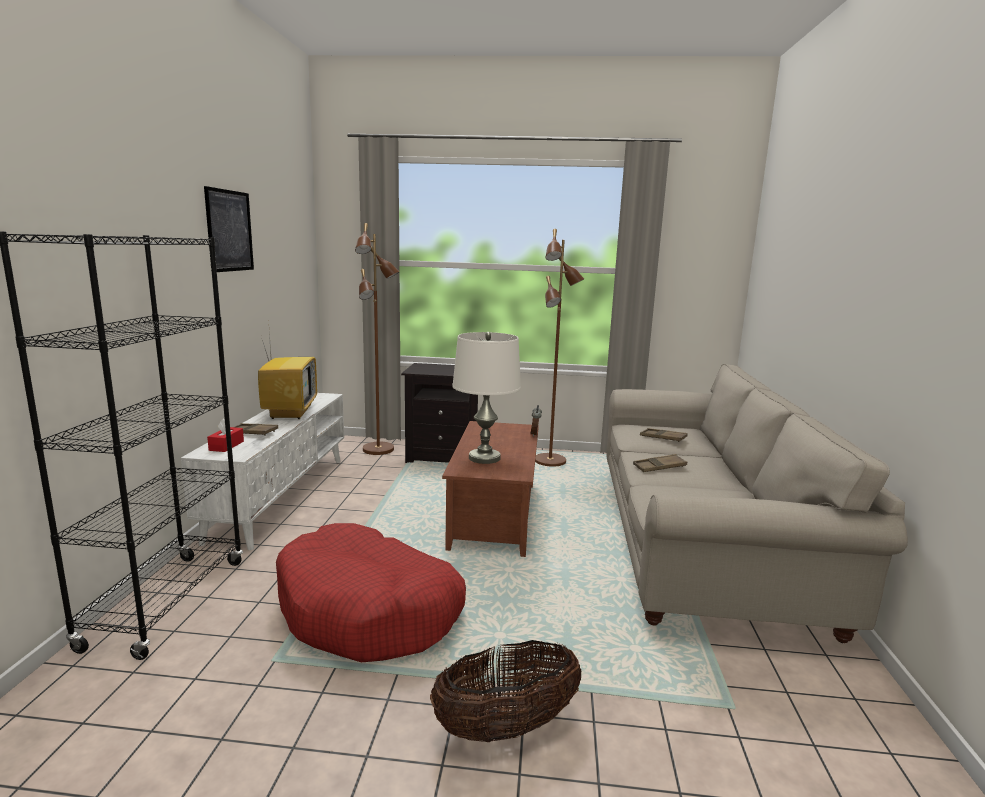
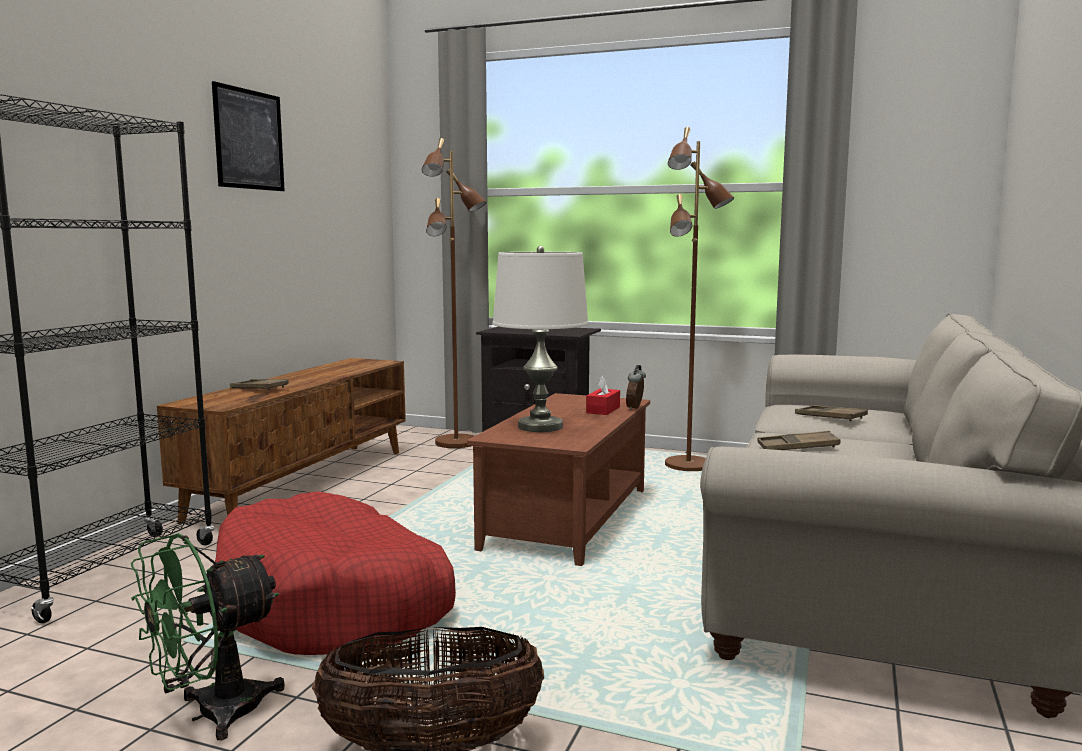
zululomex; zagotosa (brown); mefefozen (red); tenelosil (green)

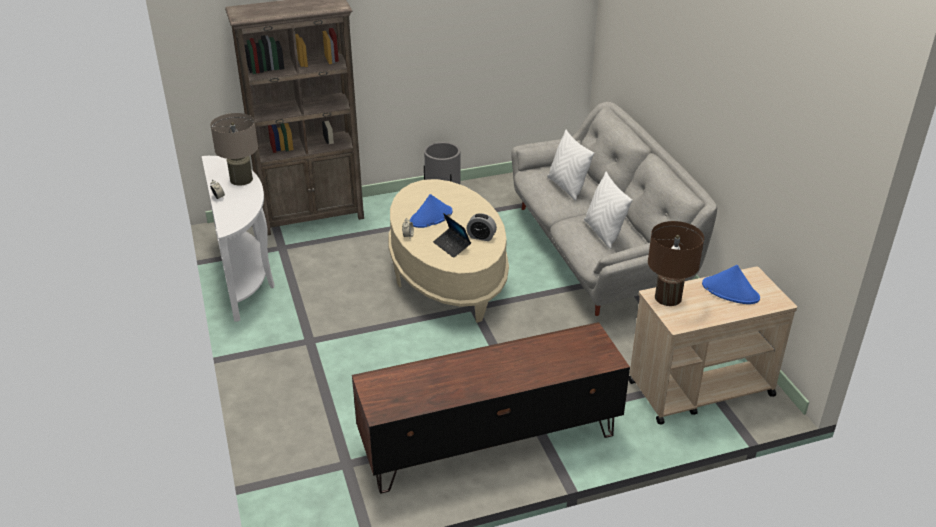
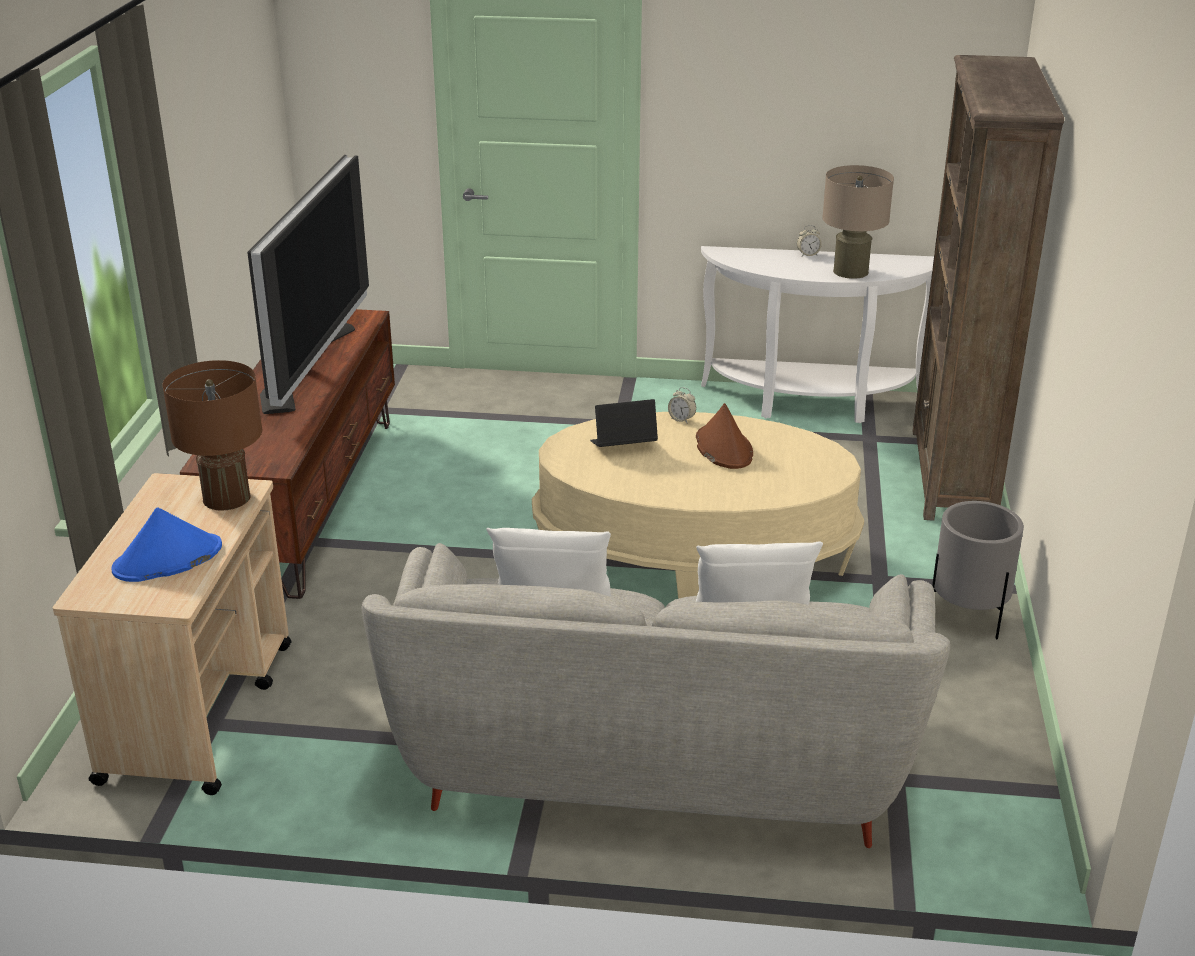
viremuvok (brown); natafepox (3rd from left in the first image); zululomex

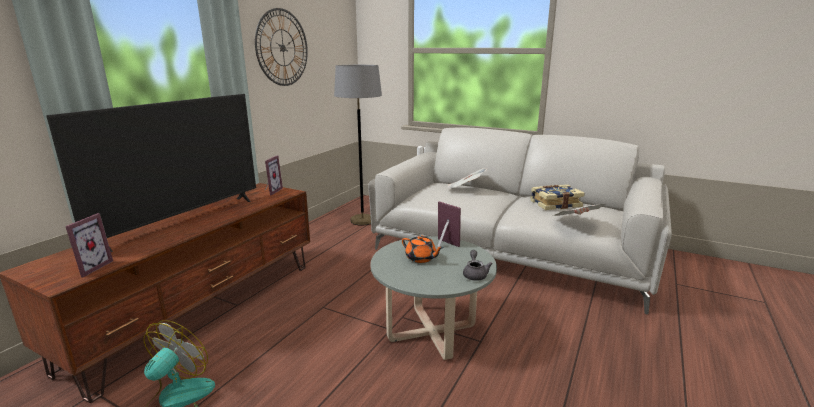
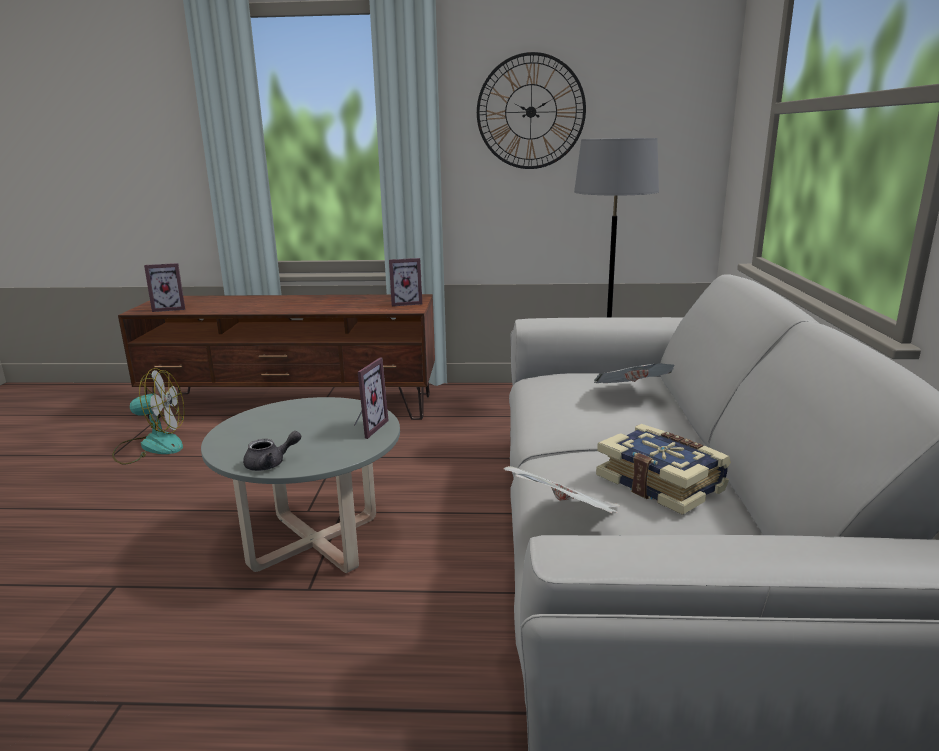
zululomex; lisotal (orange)

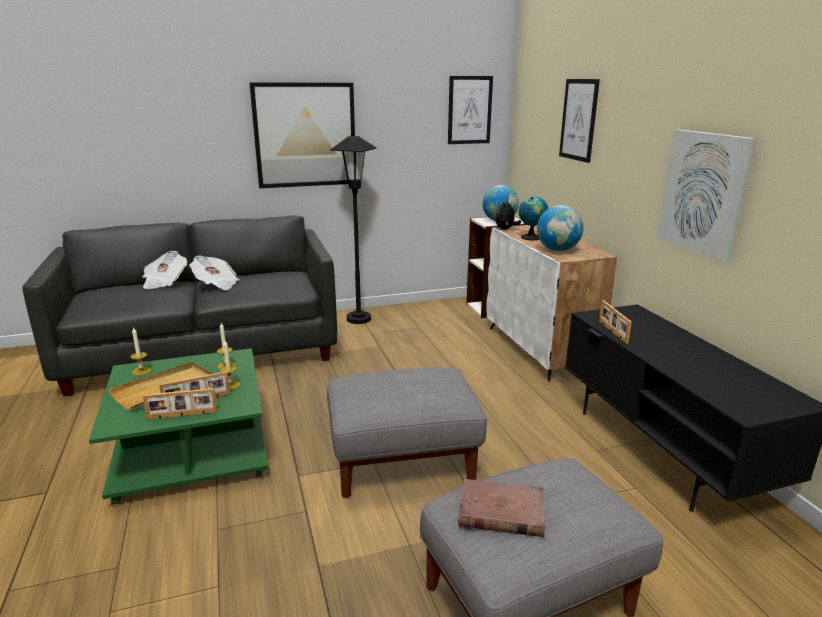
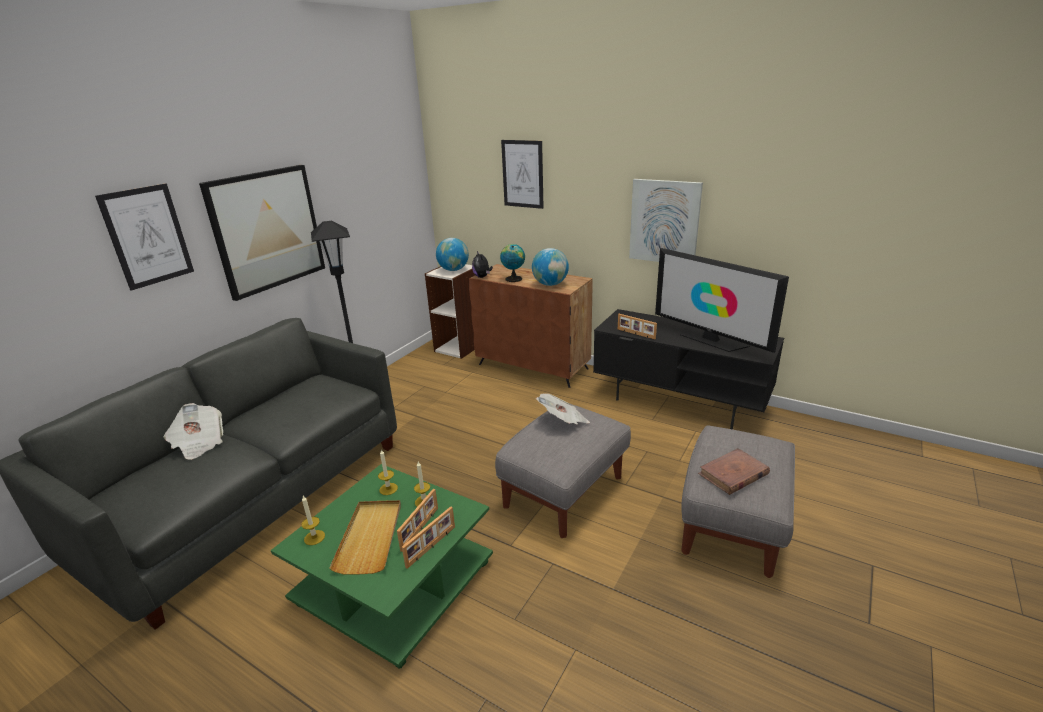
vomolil (1st from left); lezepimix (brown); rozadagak (2nd from left); zululomex

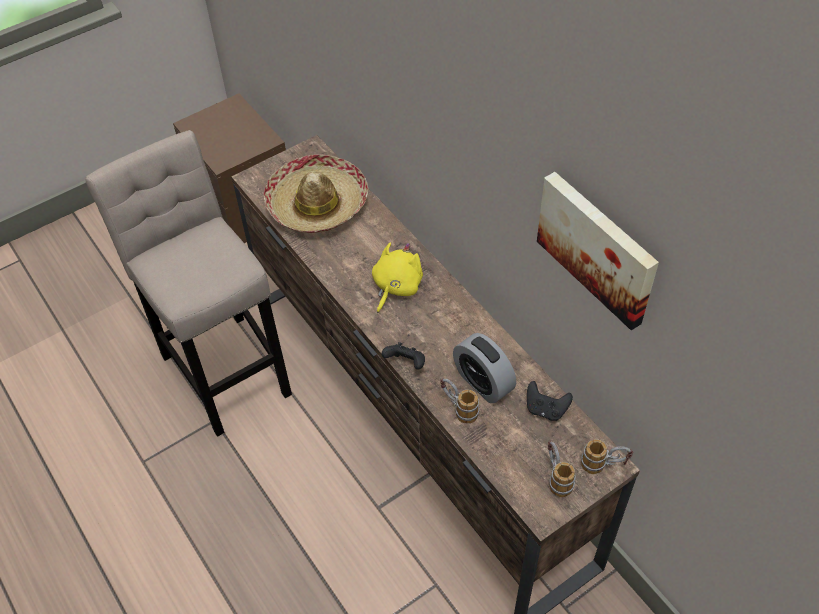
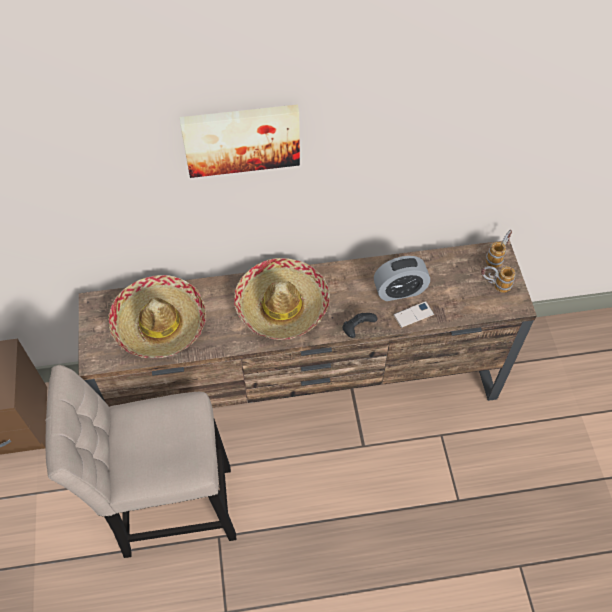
vomolil; viremuvok (2nd from left); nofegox; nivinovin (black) (2nd from left in the first image)

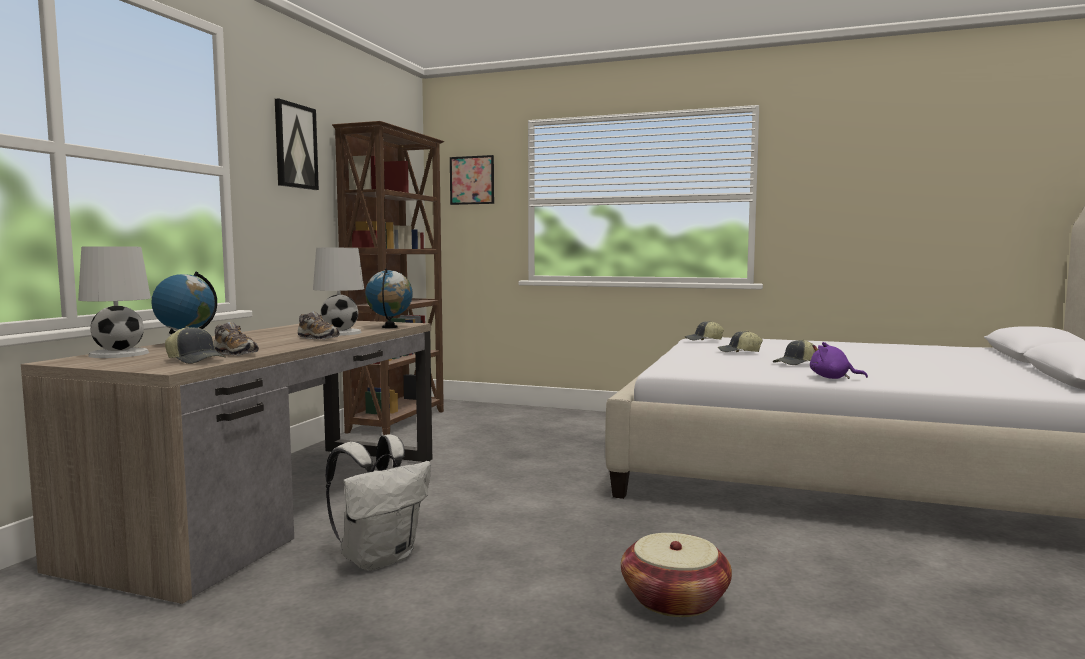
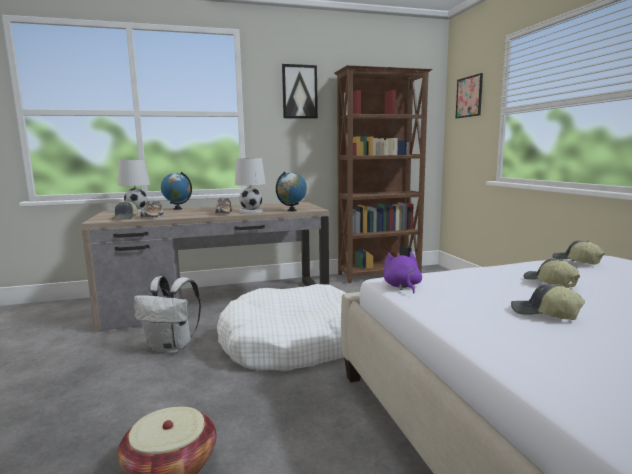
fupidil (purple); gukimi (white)

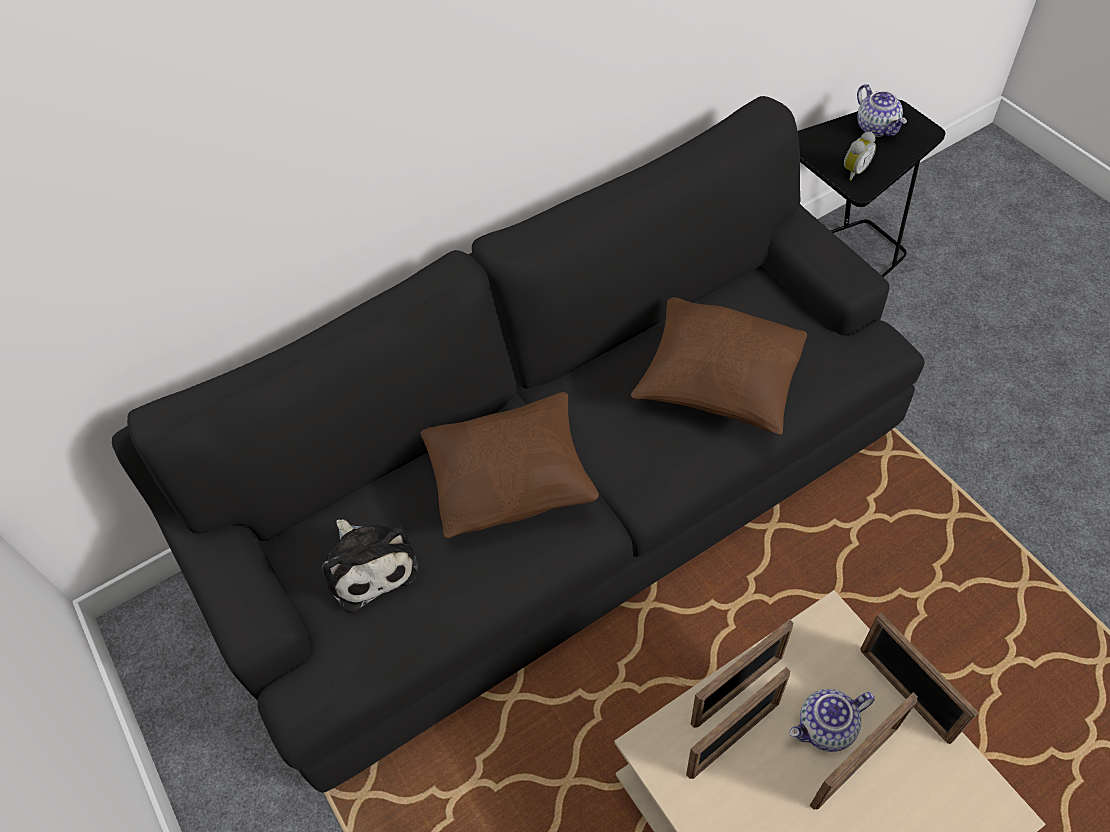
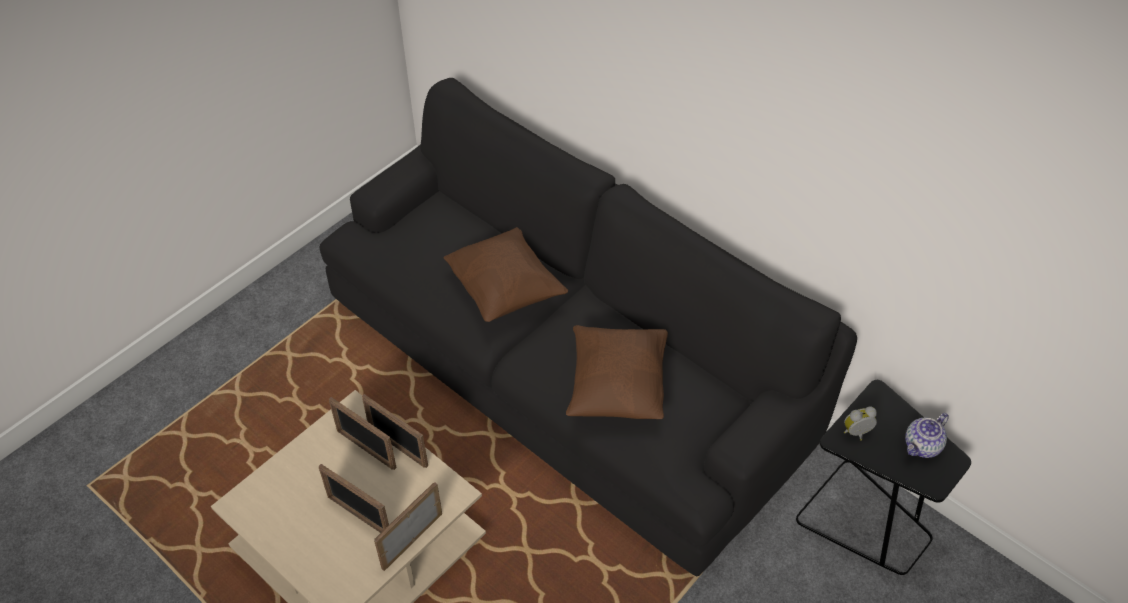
natafepox; fupidil; lisotal (1st from left in the first image)

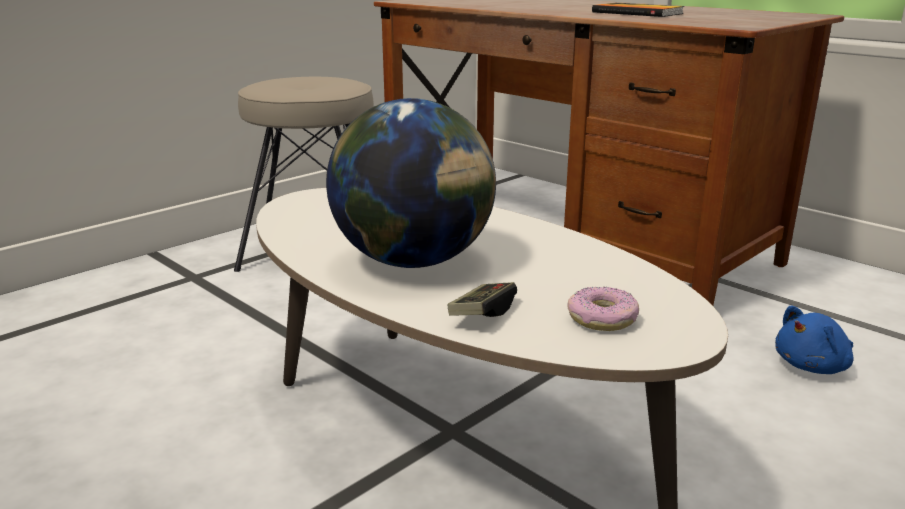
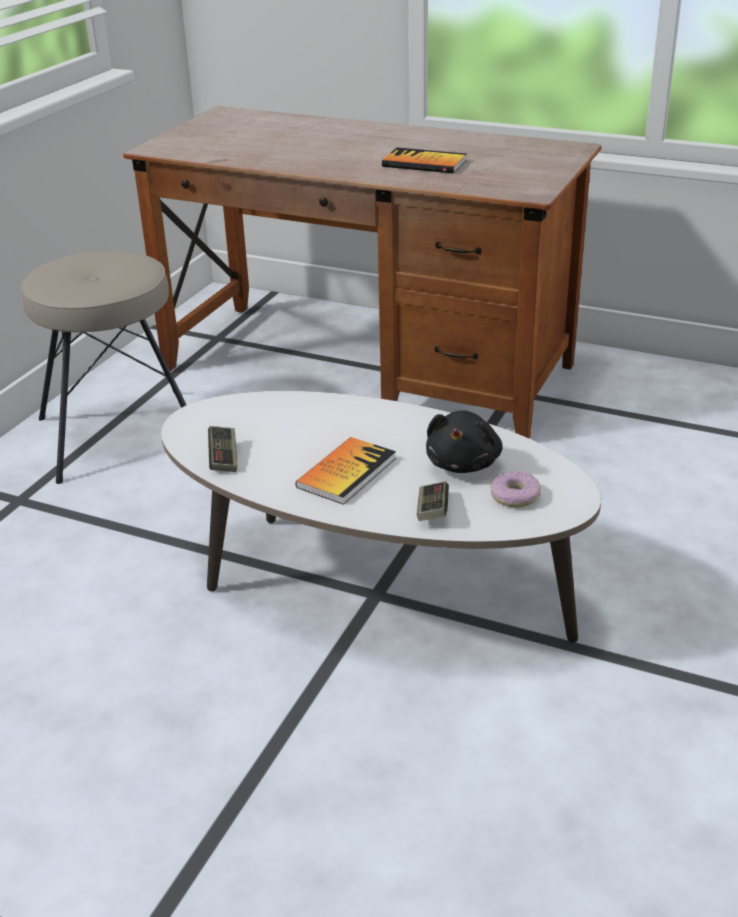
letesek (1st from left); fupidil (blue); fupidil (black); nivinovin (1st from left)

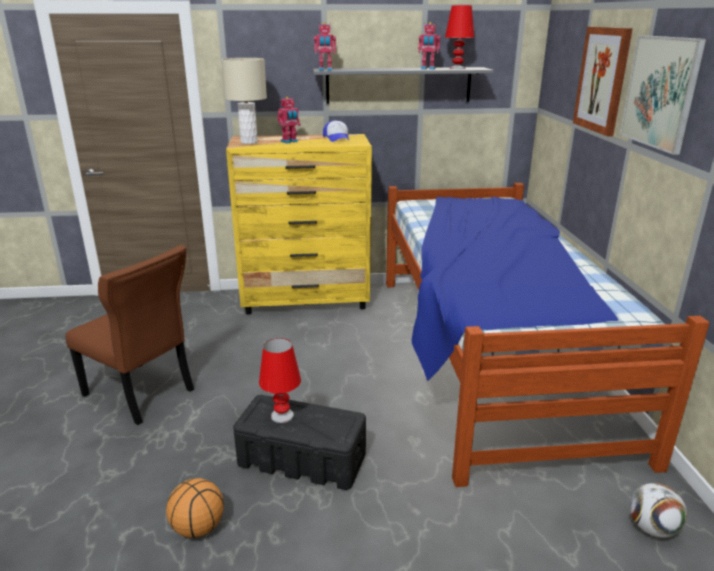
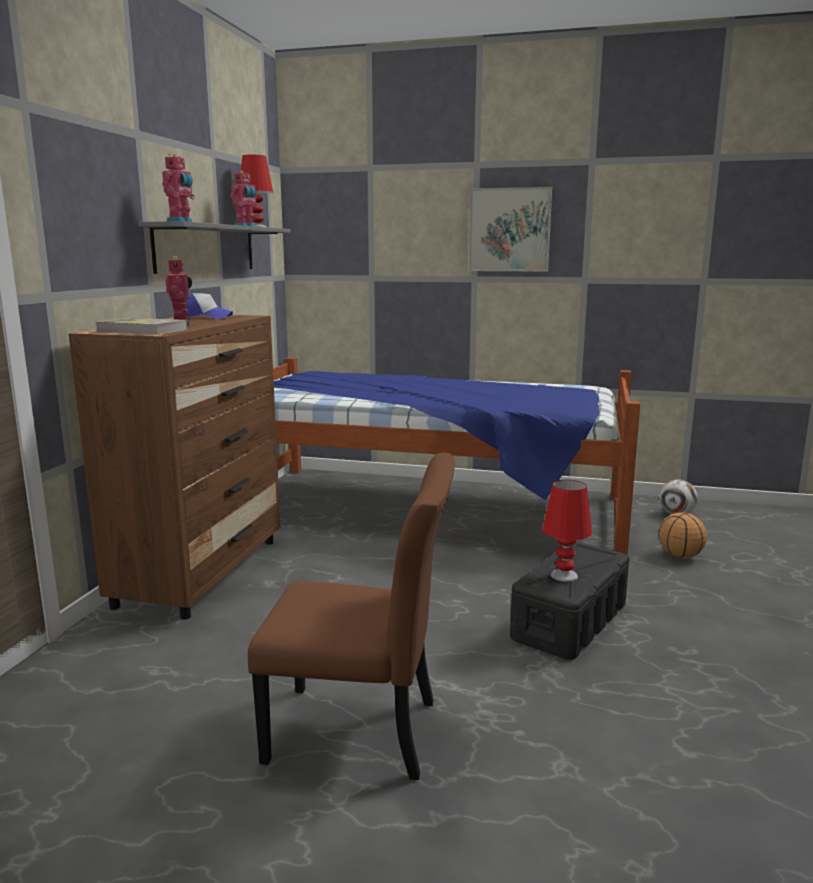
vomolil (1st from left in the first image); letesek; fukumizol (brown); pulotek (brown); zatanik

